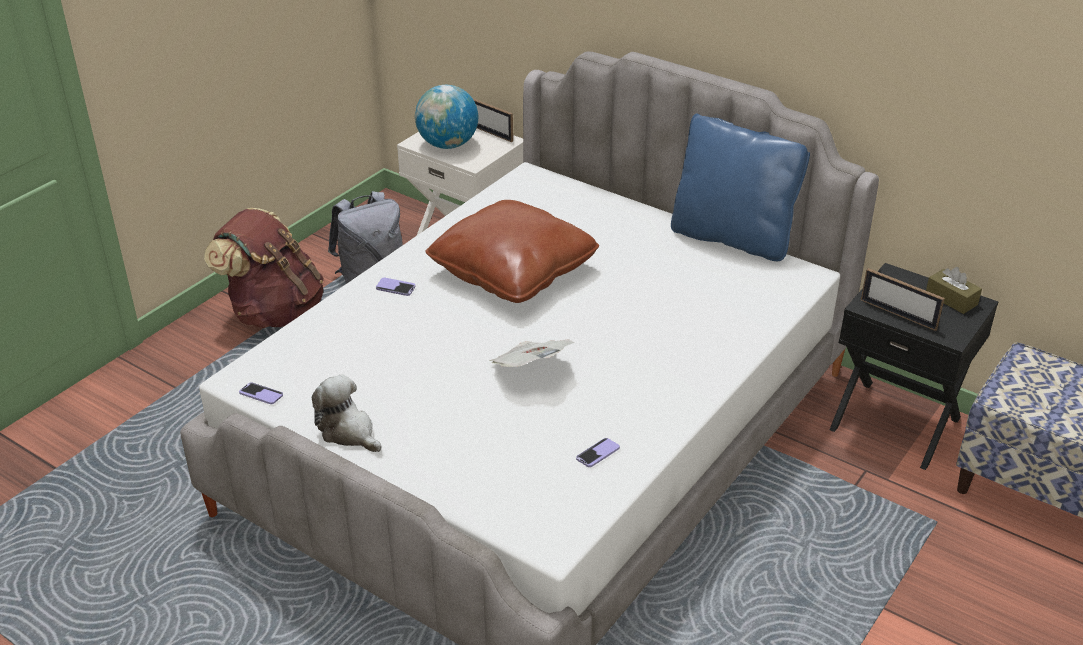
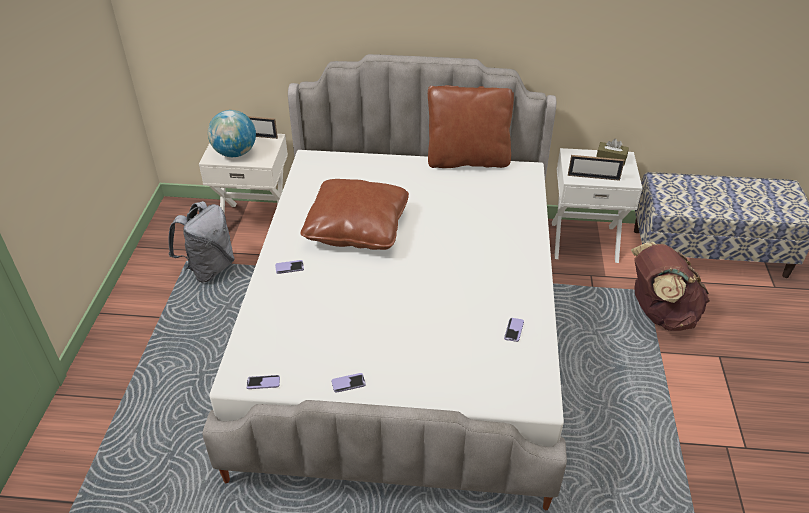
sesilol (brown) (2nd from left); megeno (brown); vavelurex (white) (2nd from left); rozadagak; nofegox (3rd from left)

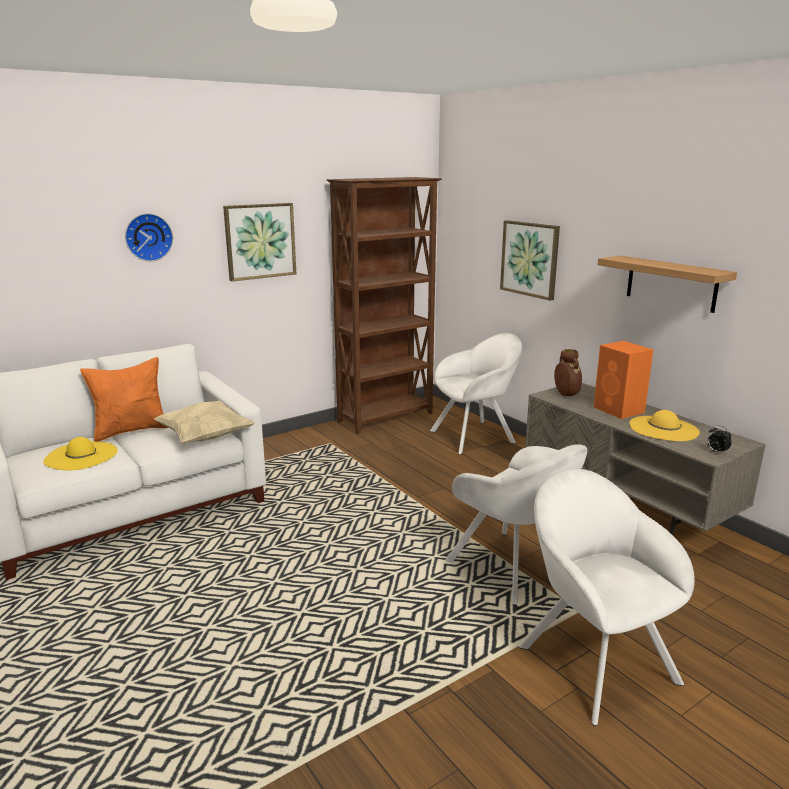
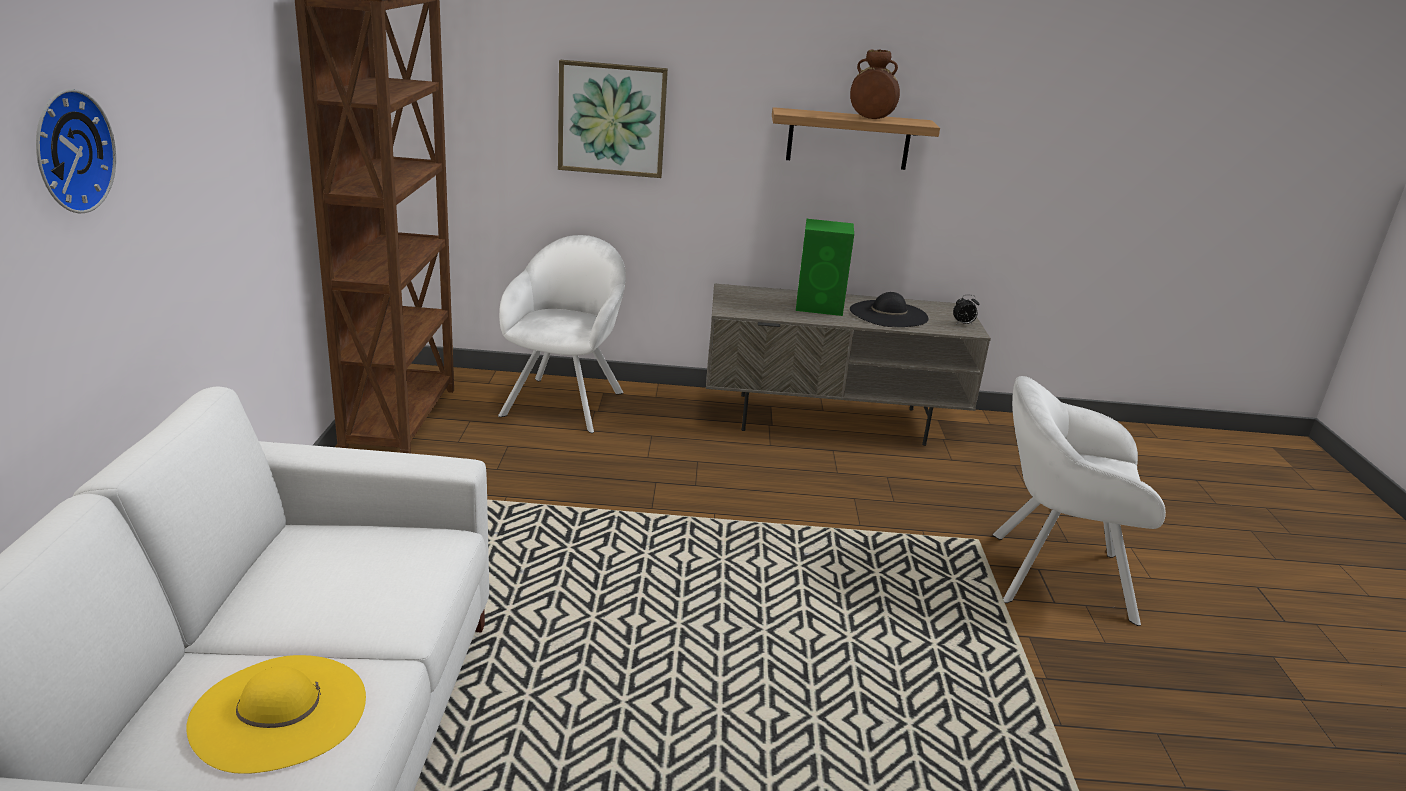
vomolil (1st from left in the first image); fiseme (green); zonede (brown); sesilol (orange); sesilol (beige); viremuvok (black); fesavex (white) (2nd from left in the first image)

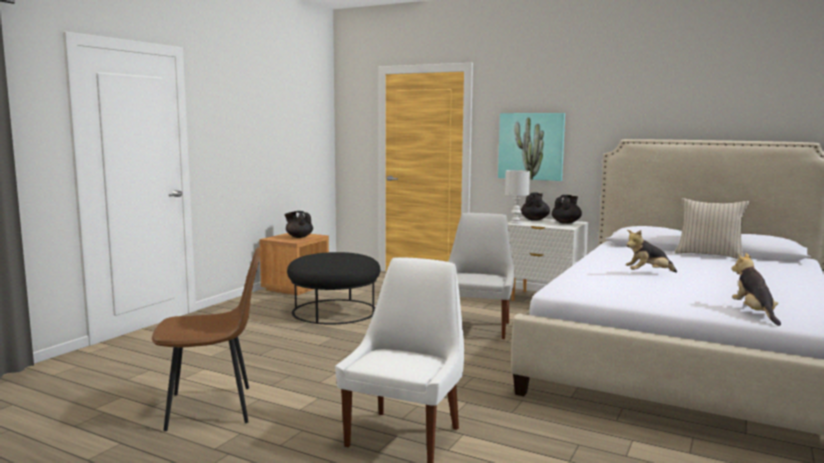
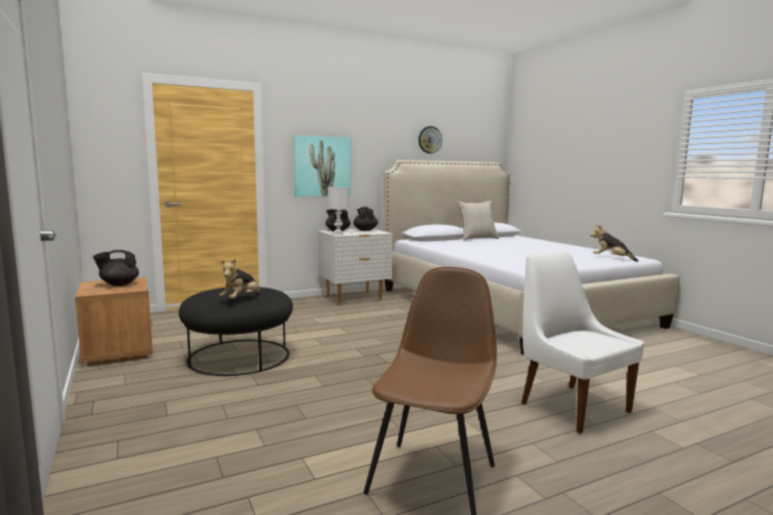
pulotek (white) (2nd from left in the first image); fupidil (1st from left); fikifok

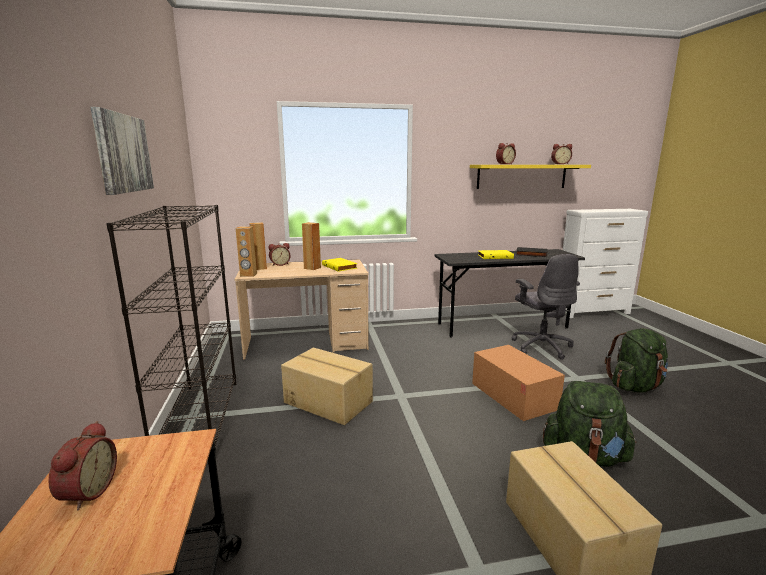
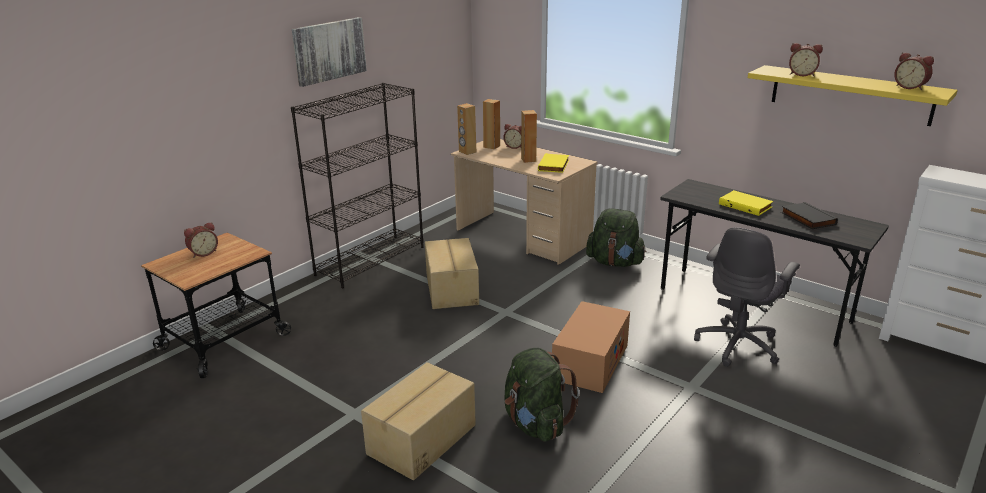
megeno (green) (2nd from left)

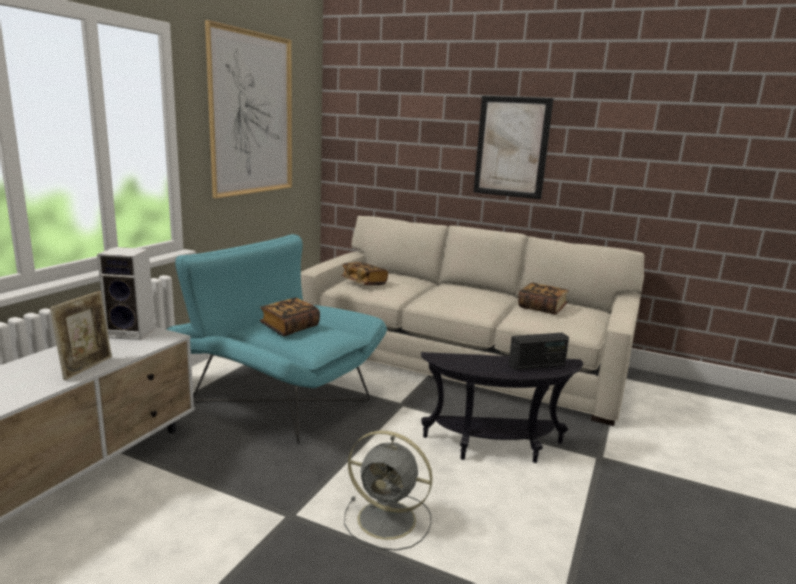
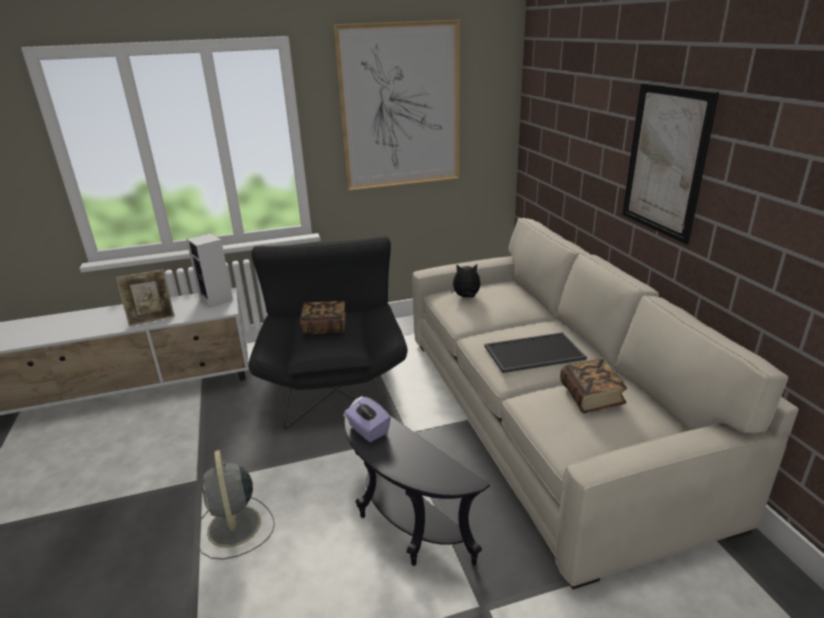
fesavex (black); fupidil; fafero; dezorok; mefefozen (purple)

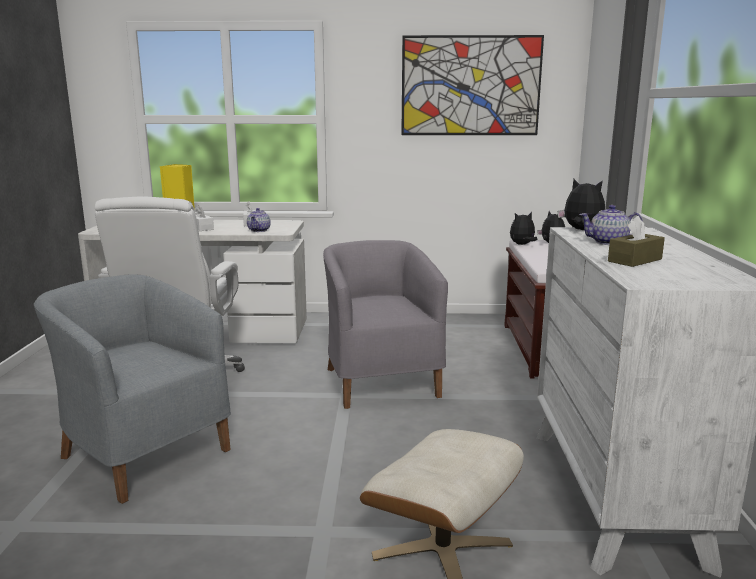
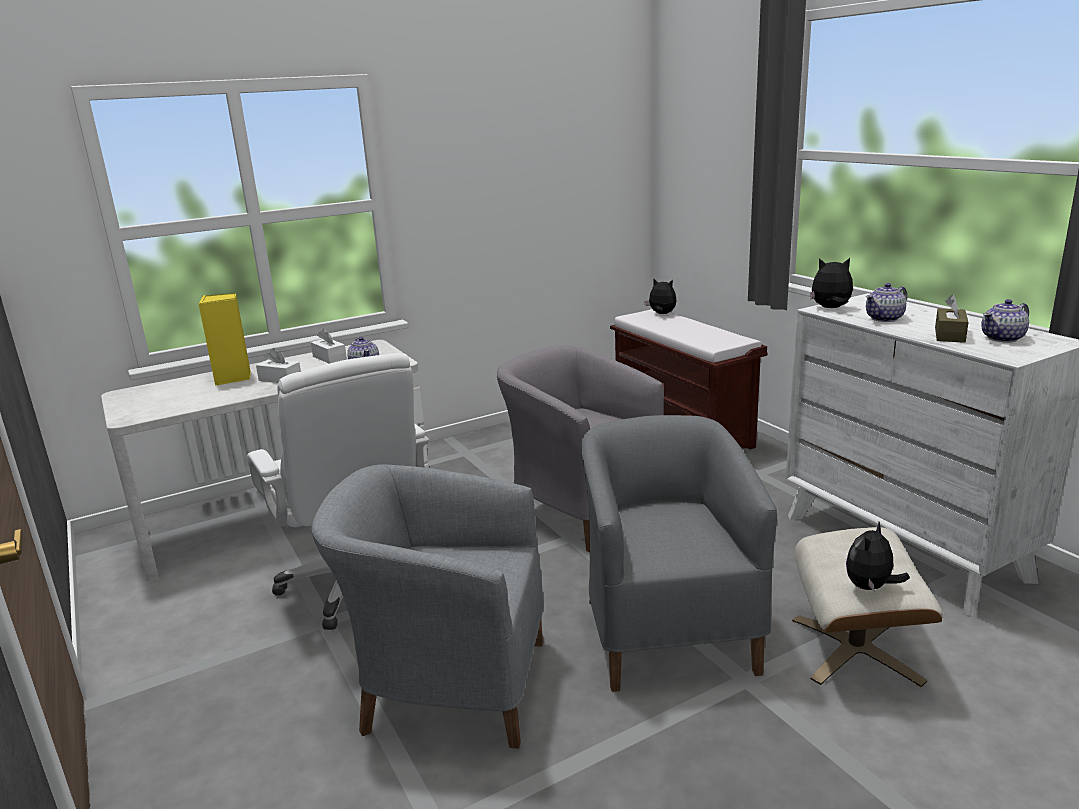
vomolil; fupidil (3rd from left); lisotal (3rd from left); fesavex (grey) (3rd from left)

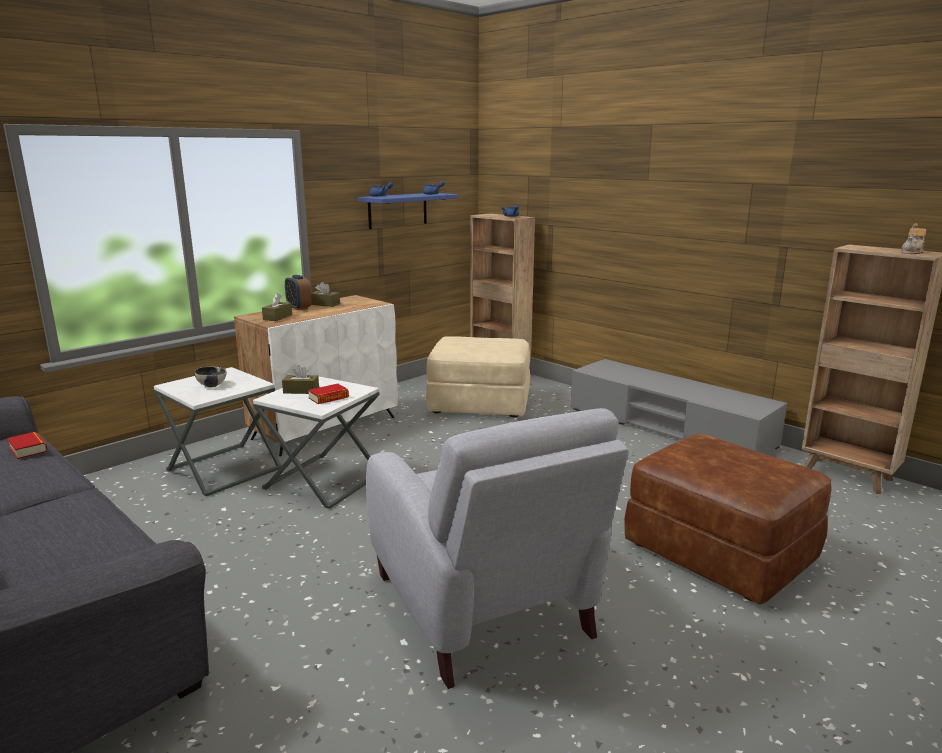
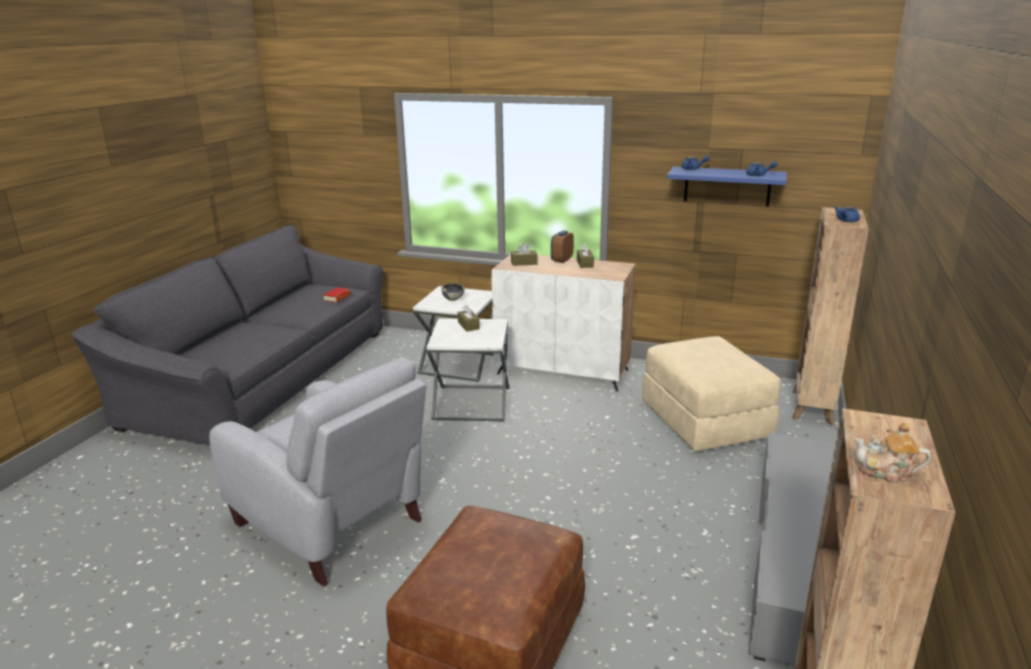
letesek (2nd from left in the first image); fesavex (grey)

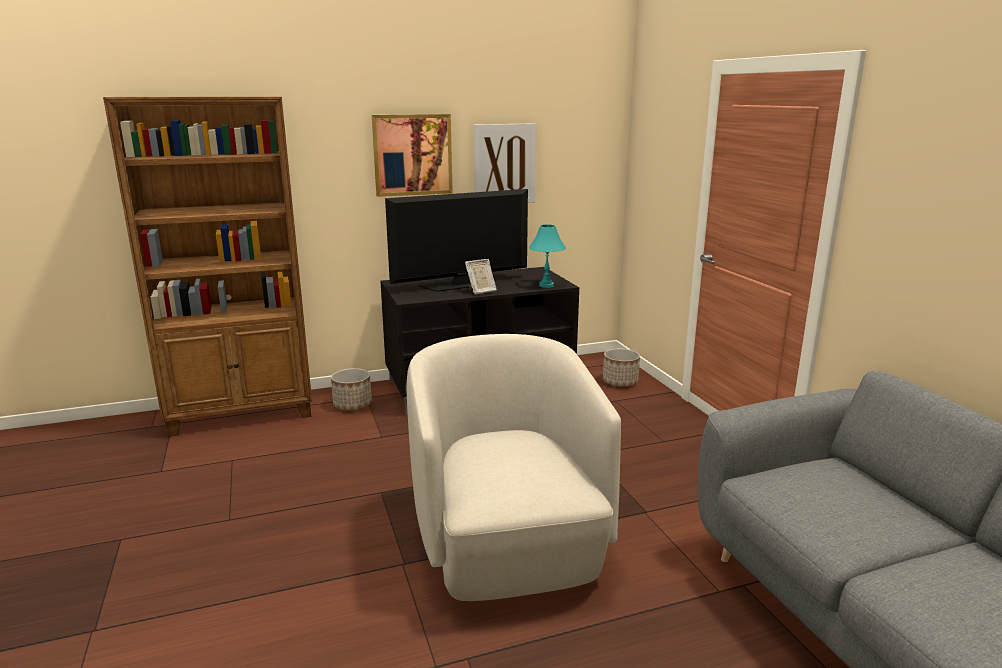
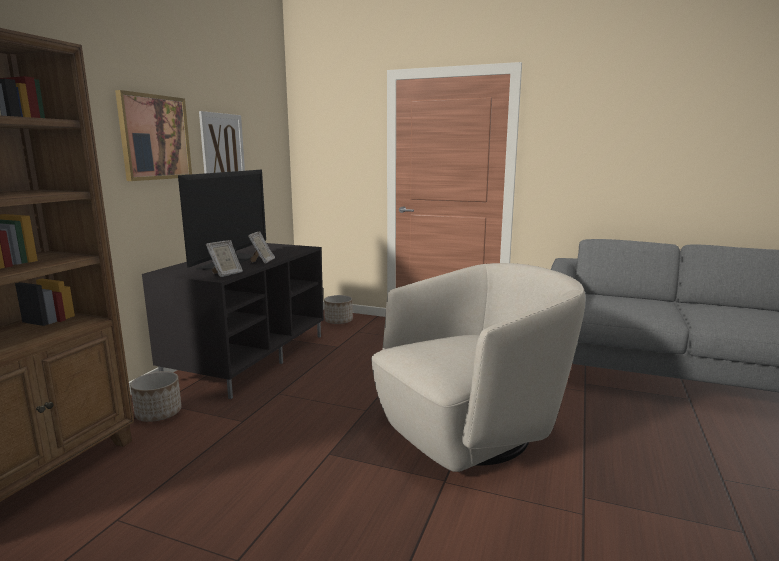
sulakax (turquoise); fesavex (beige); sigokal (1st from left)

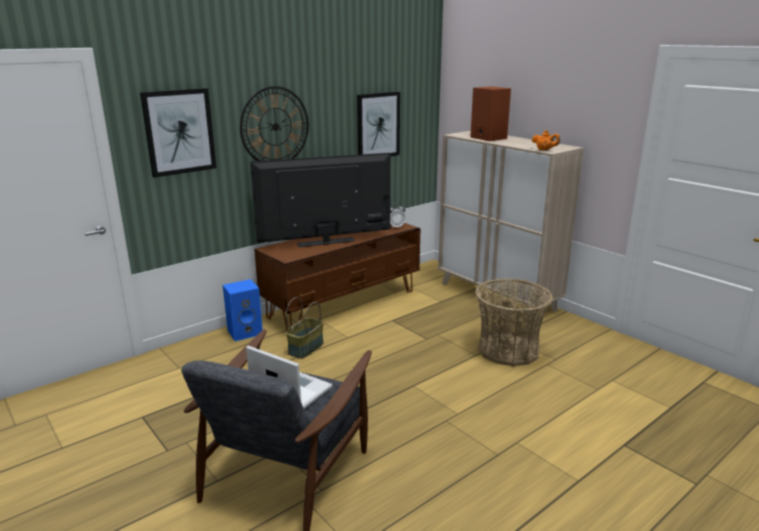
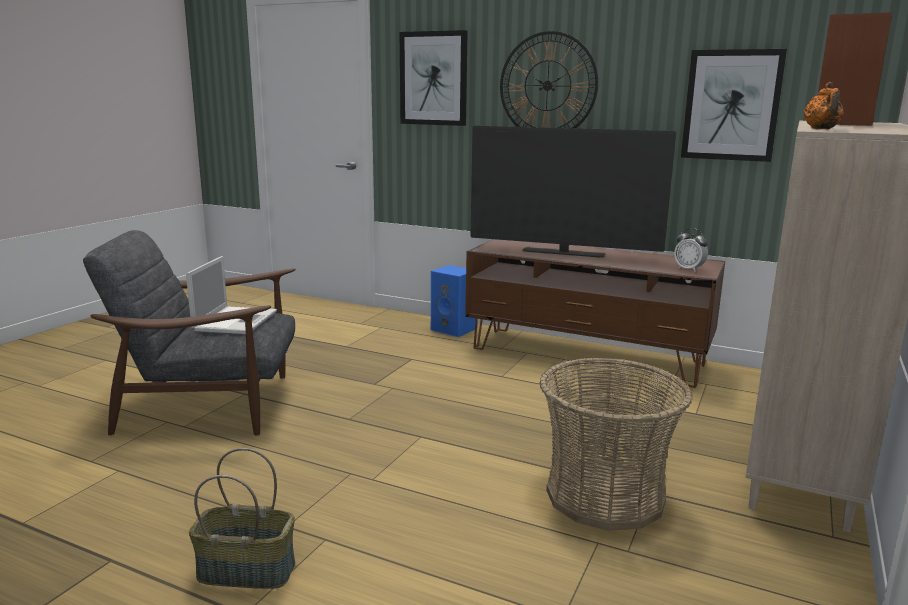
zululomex; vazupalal (1st from left)

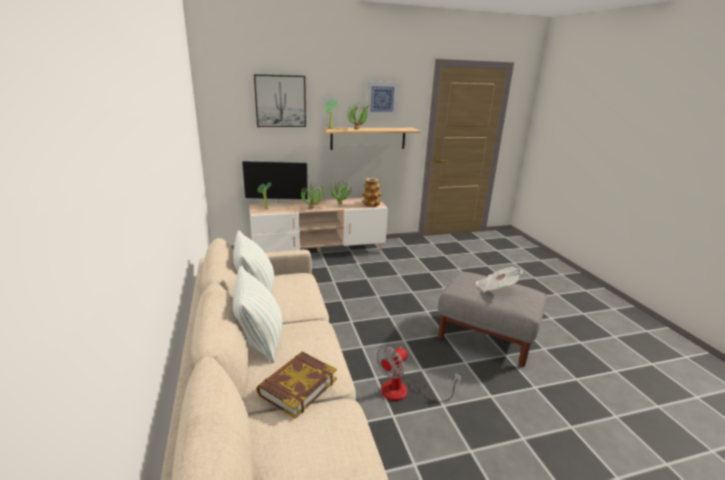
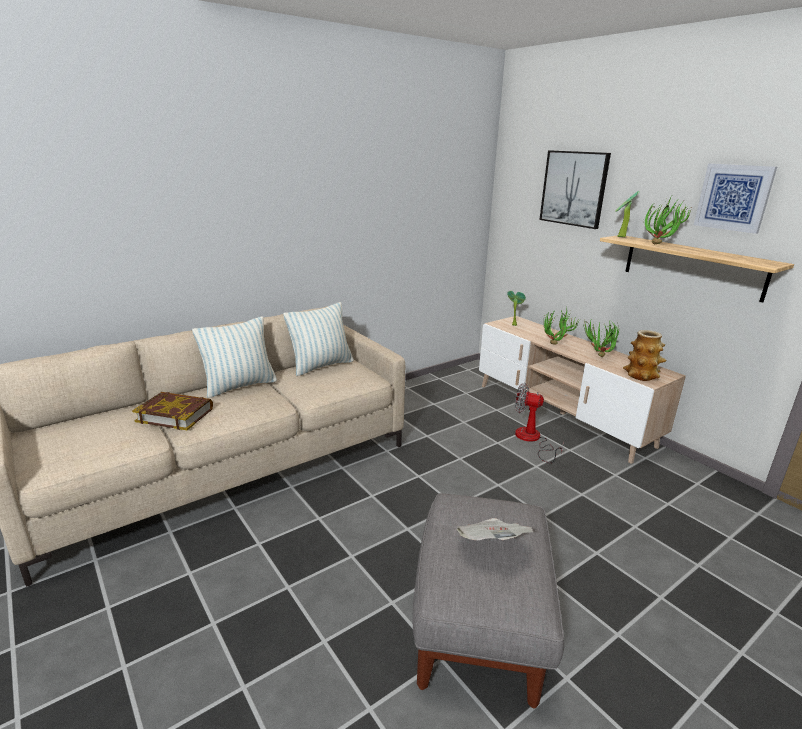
zululomex; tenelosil

